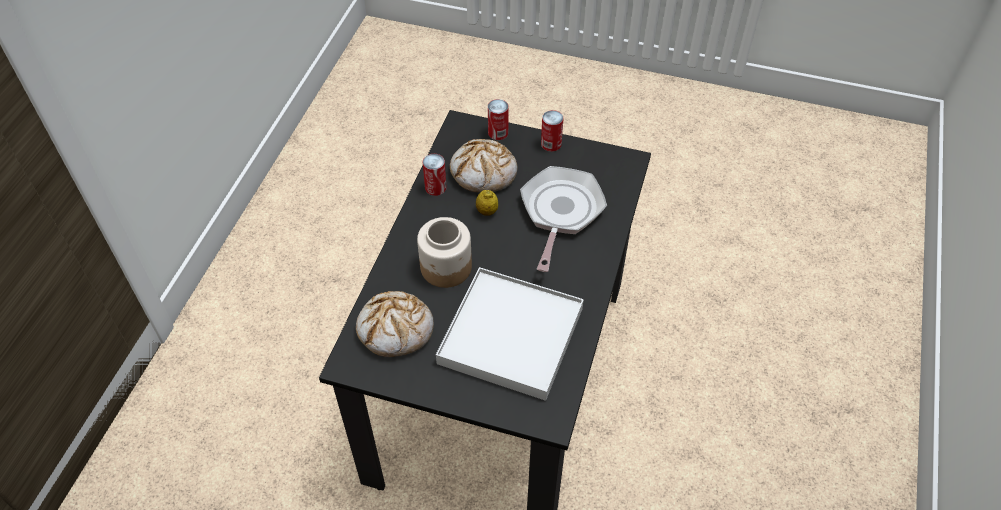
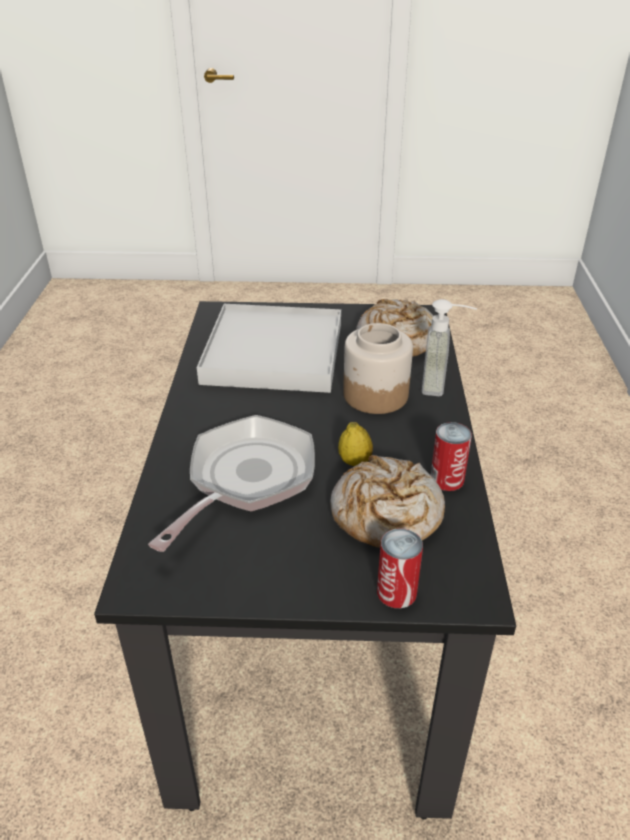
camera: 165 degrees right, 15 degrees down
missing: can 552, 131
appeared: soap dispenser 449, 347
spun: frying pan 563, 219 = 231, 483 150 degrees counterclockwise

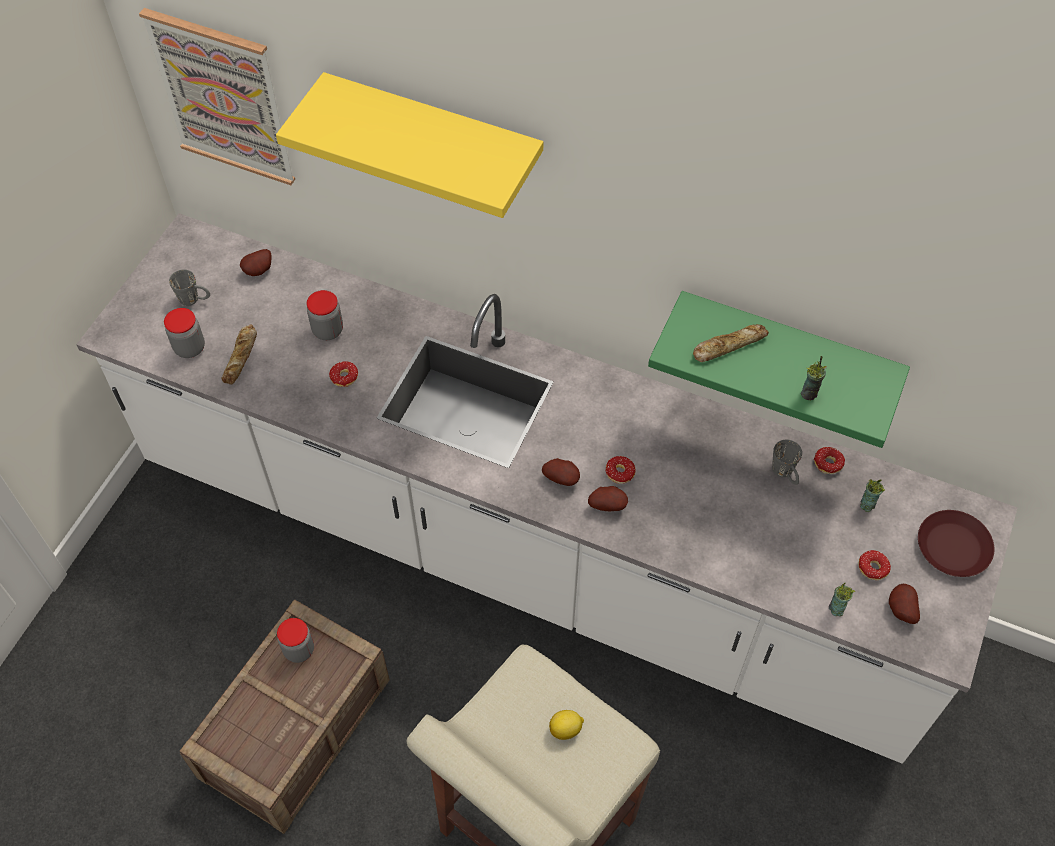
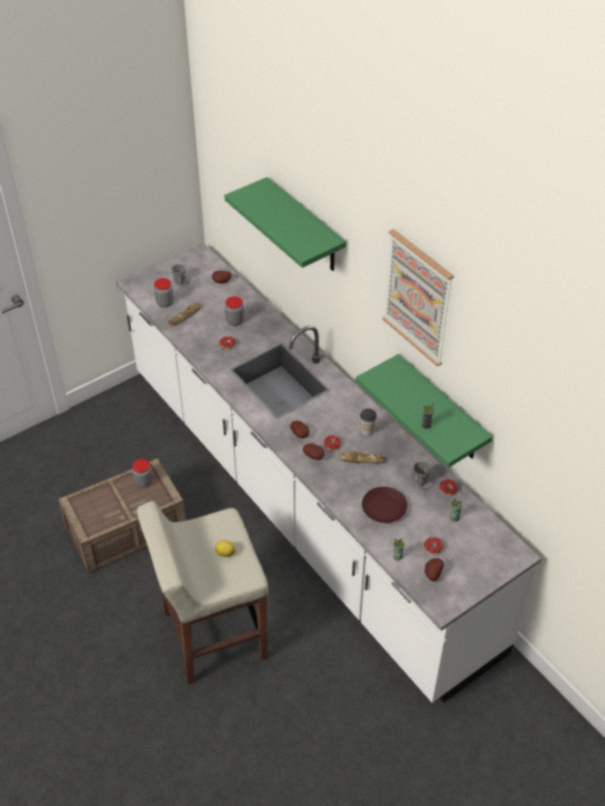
camera: 30 degrees right, 10 degrees down
appeared: cup 368, 422
relocated: picture 217, 96 to 418, 297; bread 731, 343 to 362, 457; plate (brown) 956, 543 to 384, 505
colour: shelf (yellow) 409, 145 to shelf (green) 285, 224

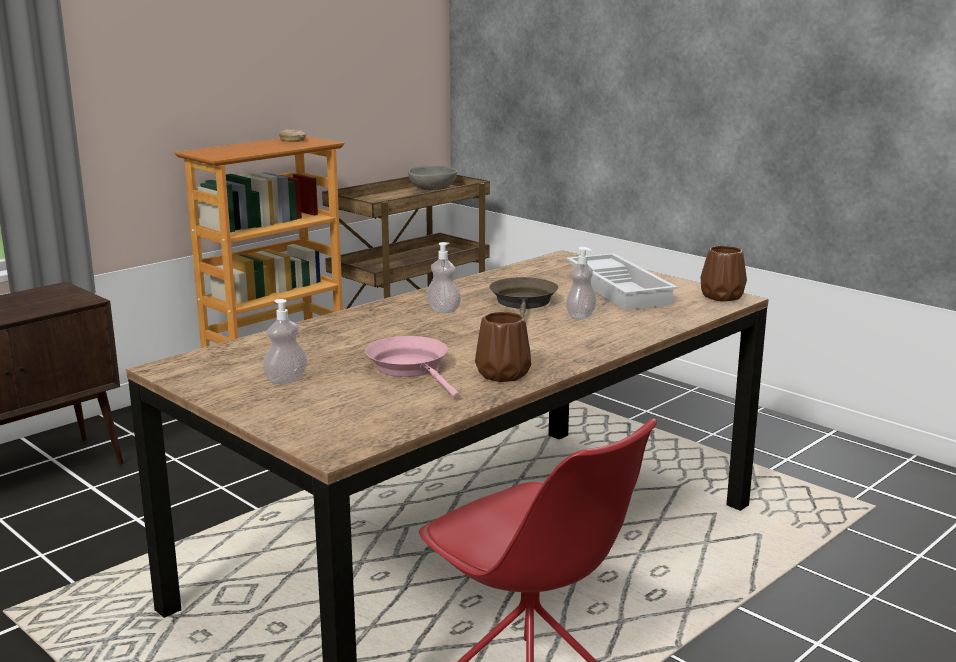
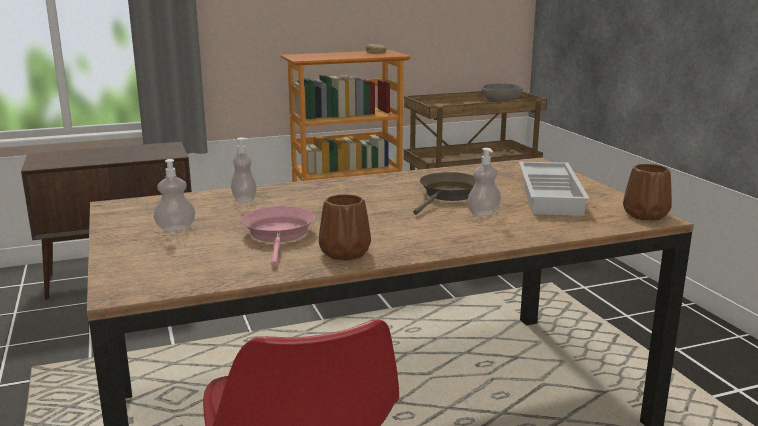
camera: 25 degrees right, 0 degrees up
relocated: soap dispenser 443, 277 to 244, 170

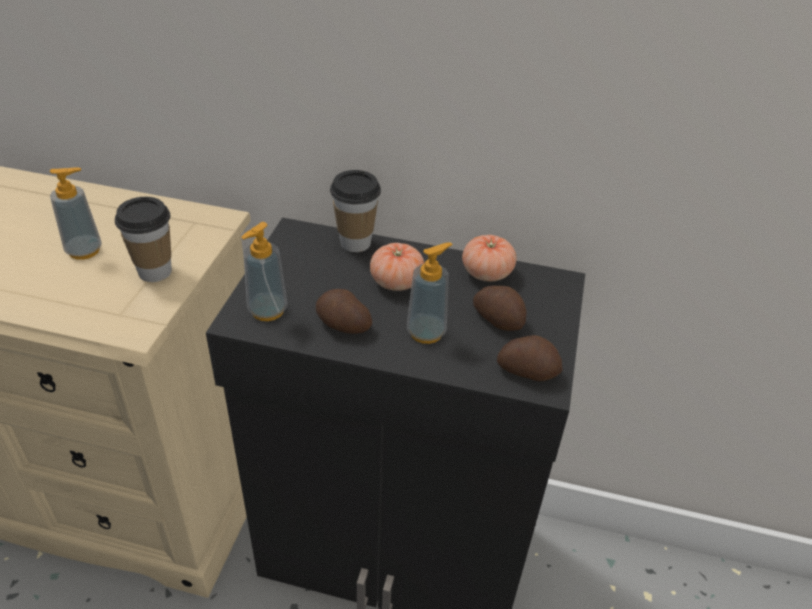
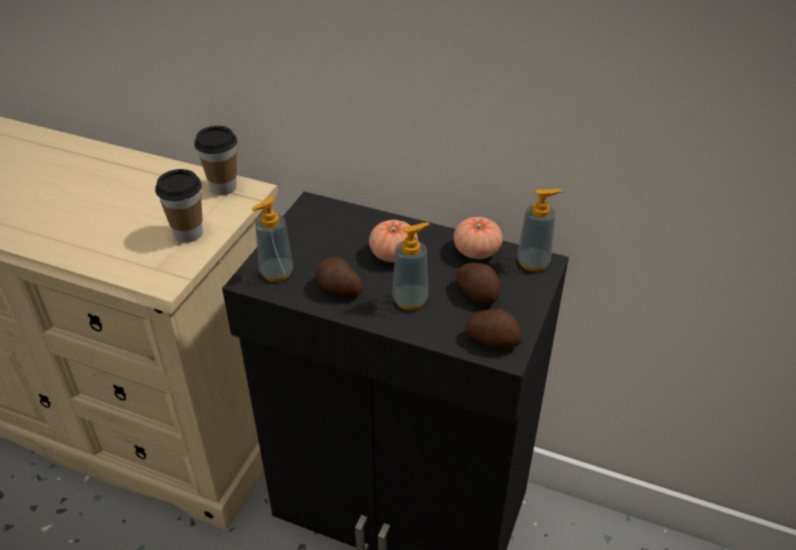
camera: 10 degrees right, 0 degrees up
relocated: soap dispenser 76, 213 to 539, 230; cup 355, 211 to 215, 160

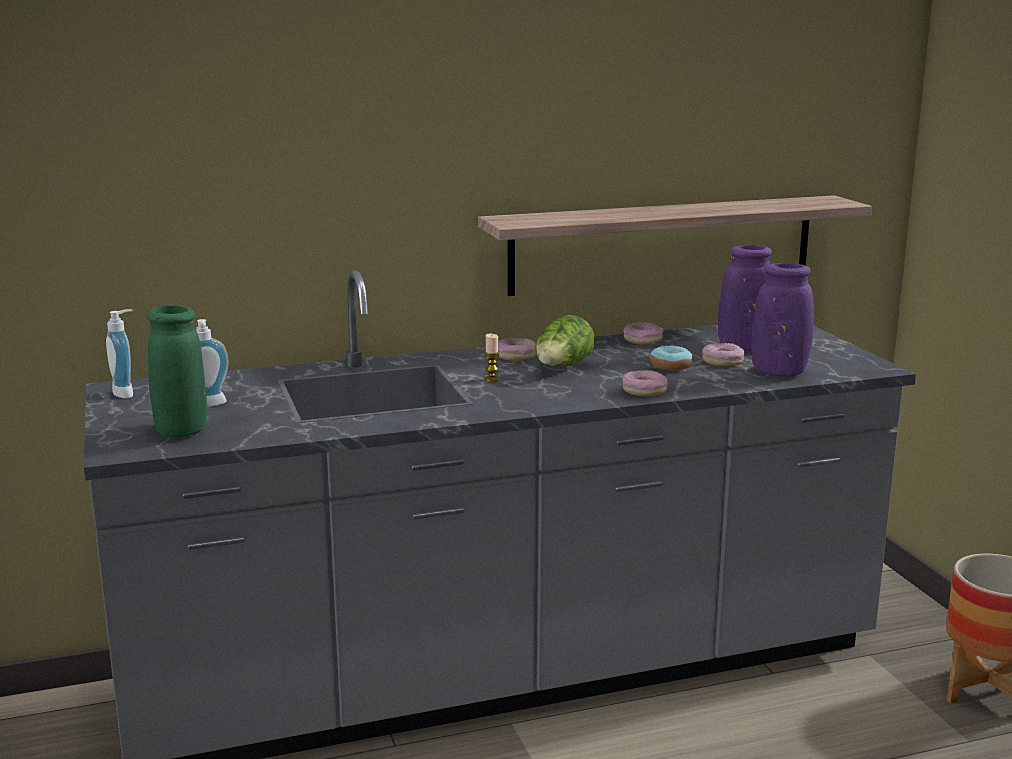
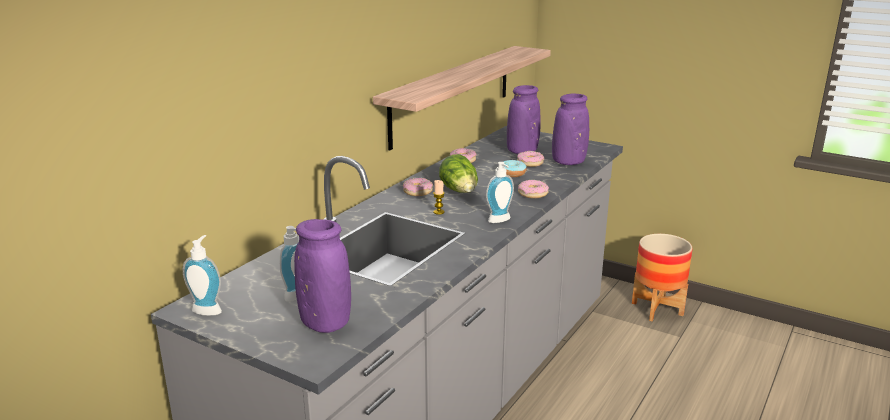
camera: 40 degrees left, 5 degrees up
appeared: soap dispenser 500, 192
colour: vase (green) 177, 371 to vase (purple) 322, 276

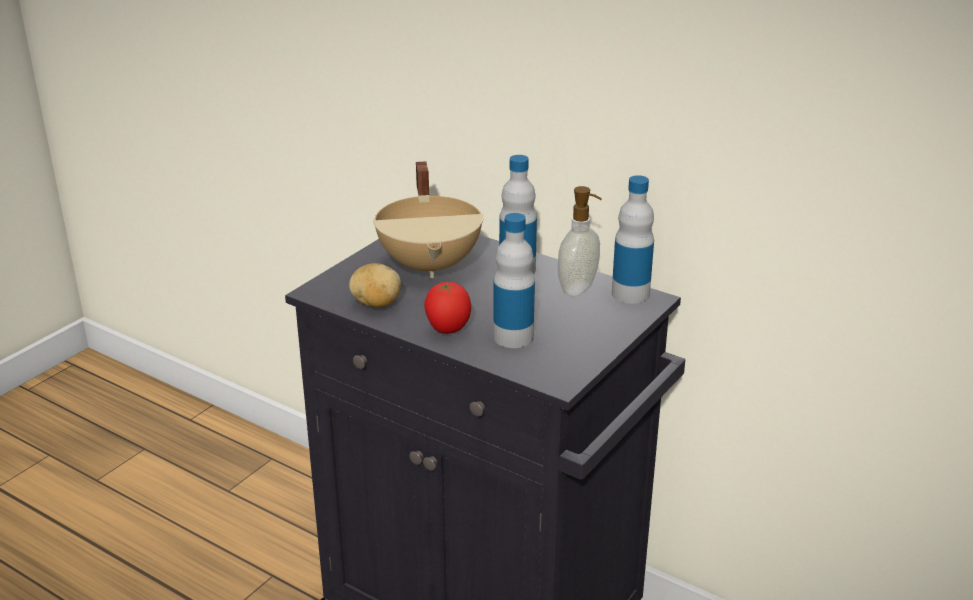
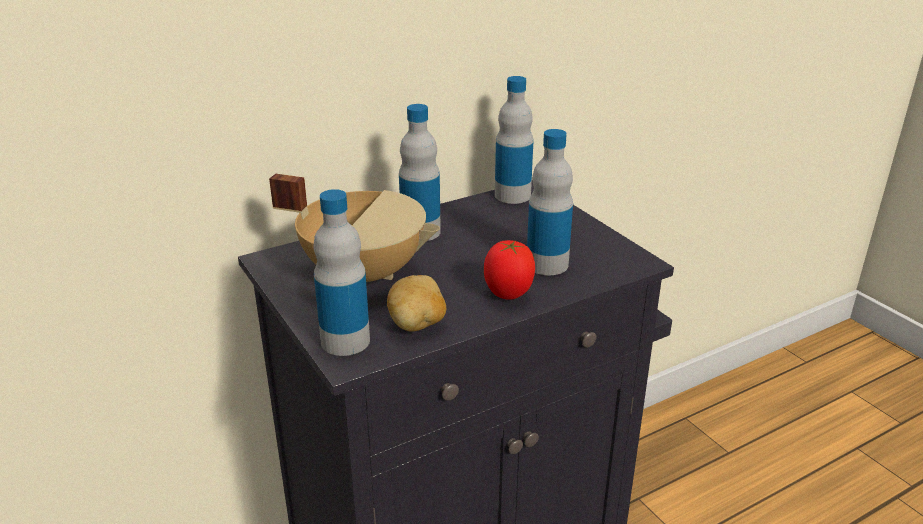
camera: 65 degrees left, 0 degrees up
missing: soap dispenser 580, 241
appeared: bottle 342, 272

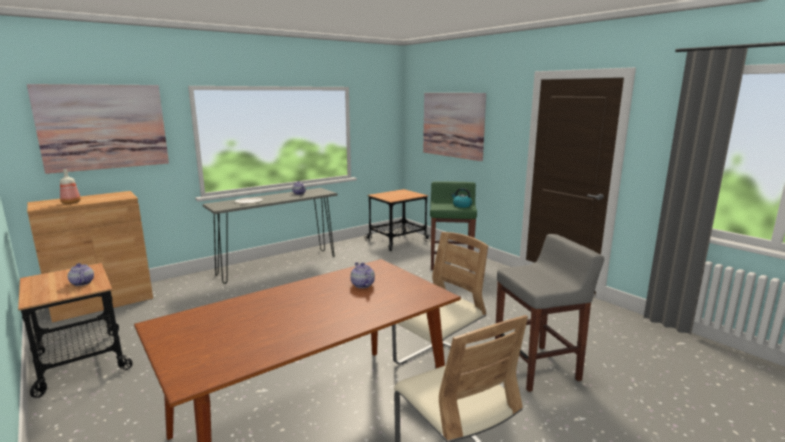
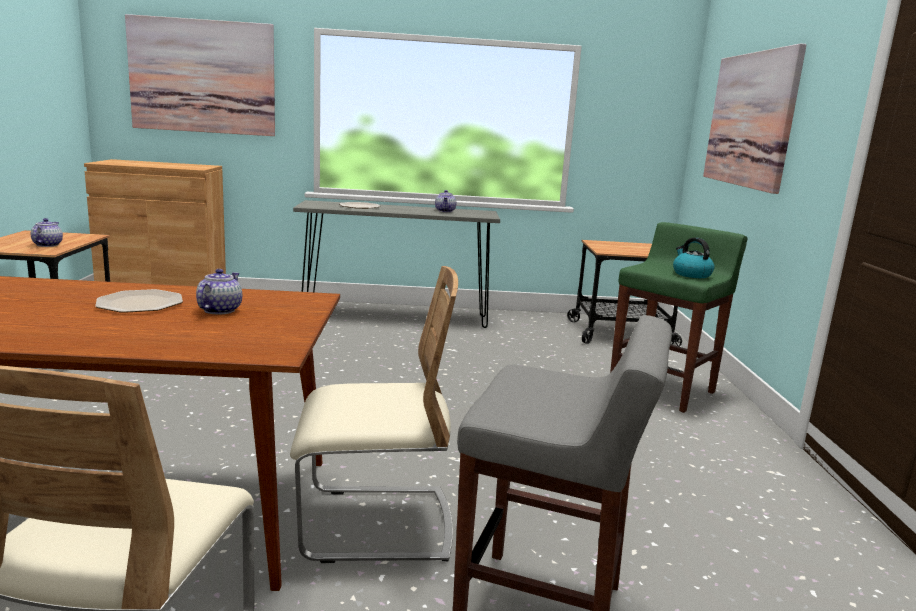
camera: 35 degrees right, 0 degrees up
missing: bottle 70, 186
appeared: plate 139, 301

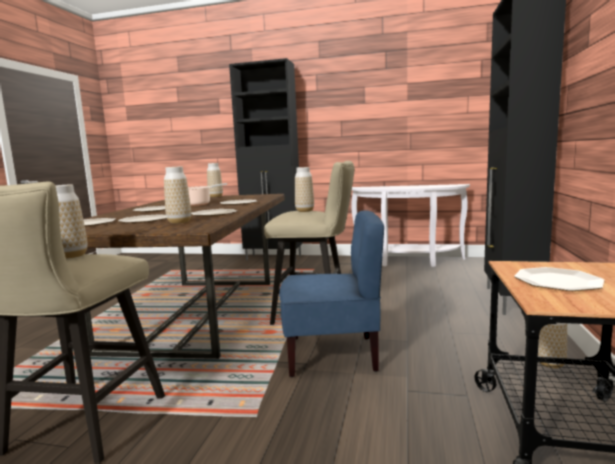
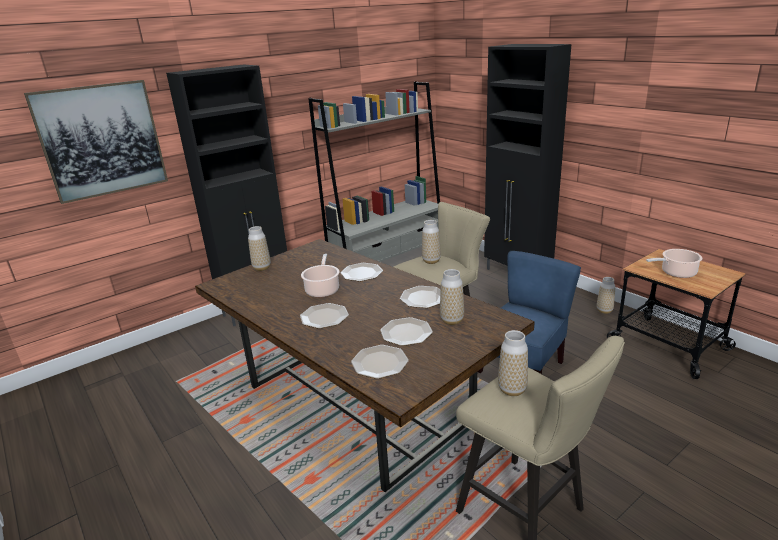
camera: 50 degrees left, 15 degrees up
appeared: picture 96, 142
exchanged: console table (white) 410, 225 to bookcase (grey) 374, 171; plate 559, 279 to cooking pot 674, 263

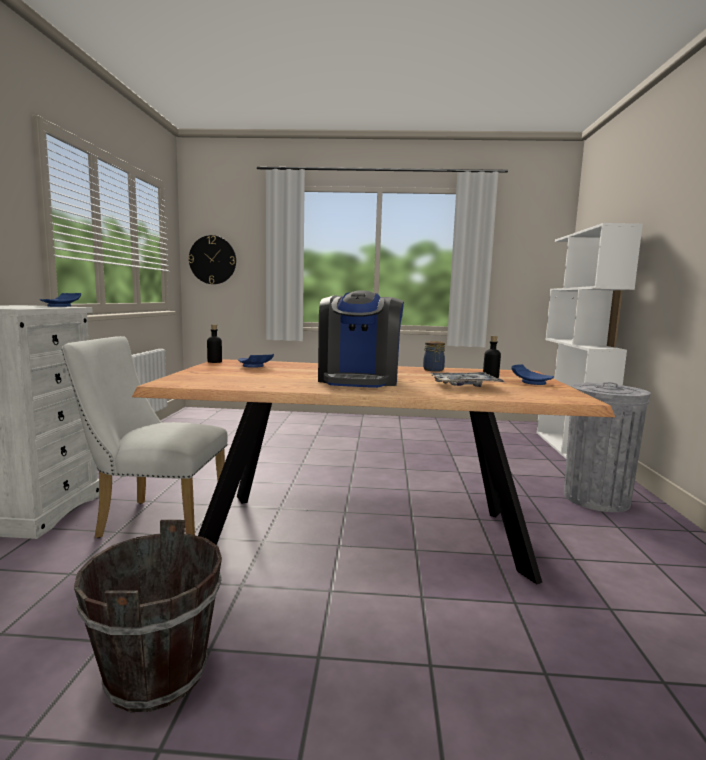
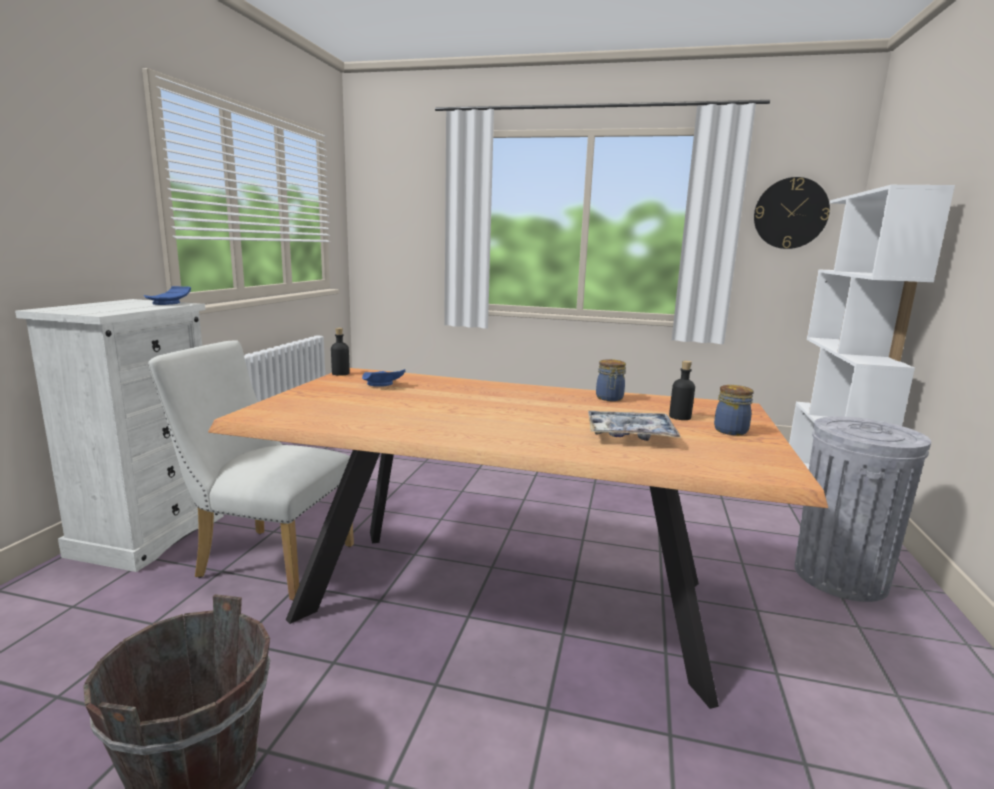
camera: 10 degrees right, 5 degrees up
missing: coffee machine 361, 339
relocated: wall clock 212, 259 to 792, 213
exchanged: plate (blue) 532, 374 to jar 734, 410

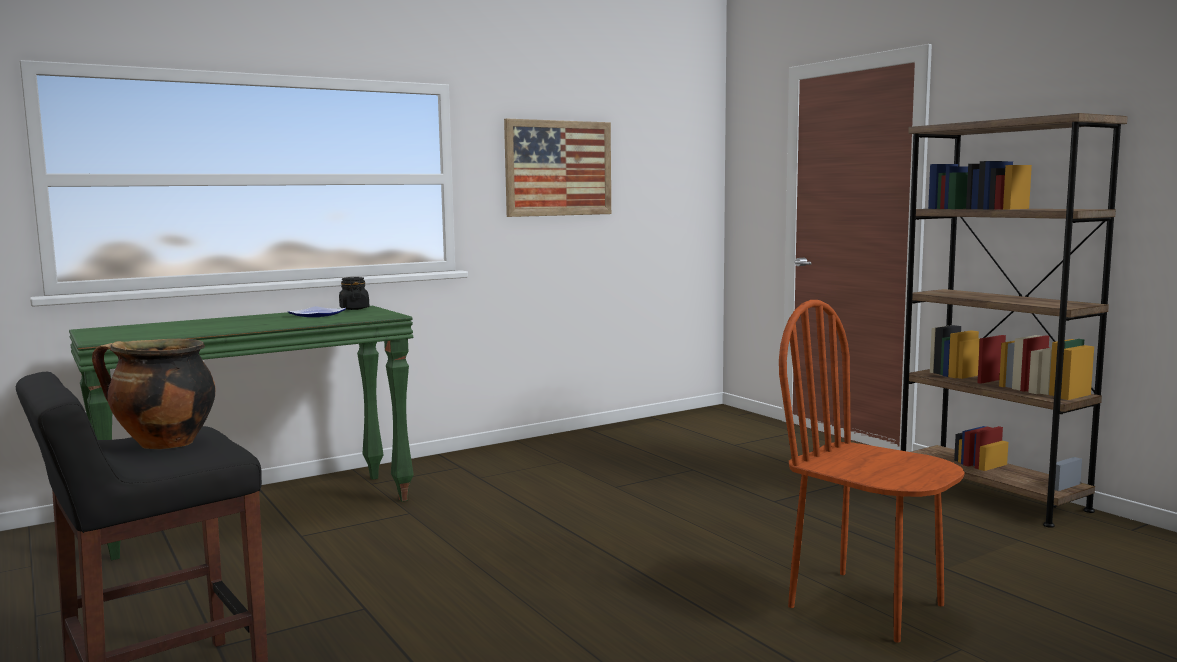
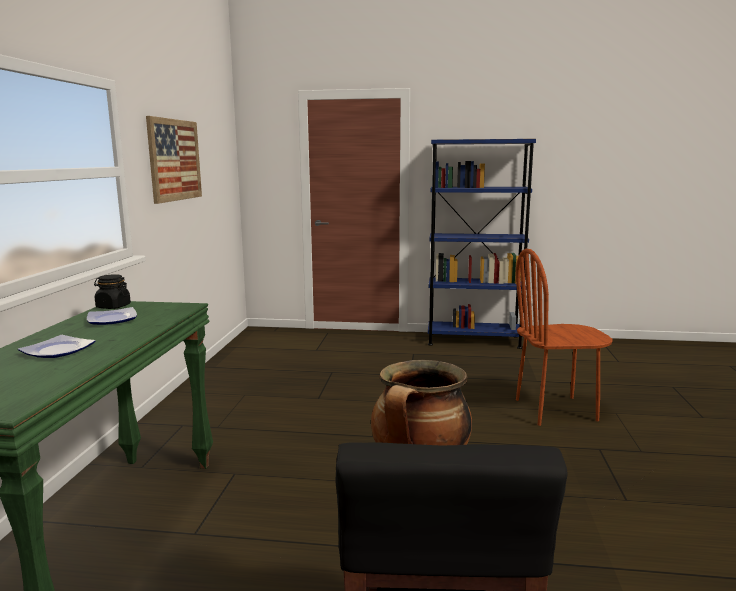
camera: 50 degrees left, 5 degrees up
appeared: plate 57, 346
colour: bookcase (brown) 1014, 320 to bookcase (blue) 482, 244

